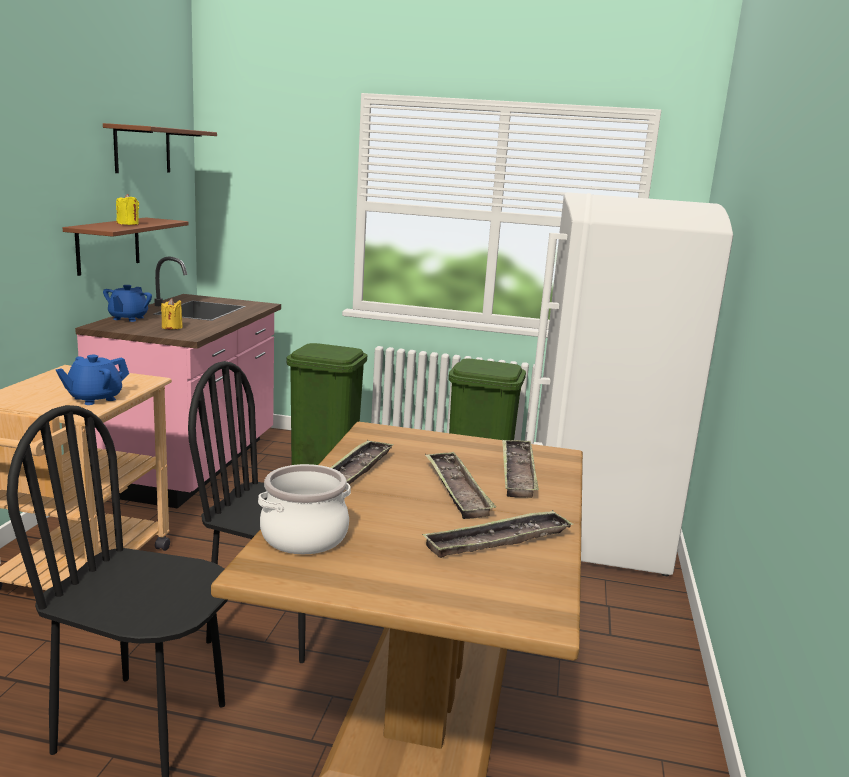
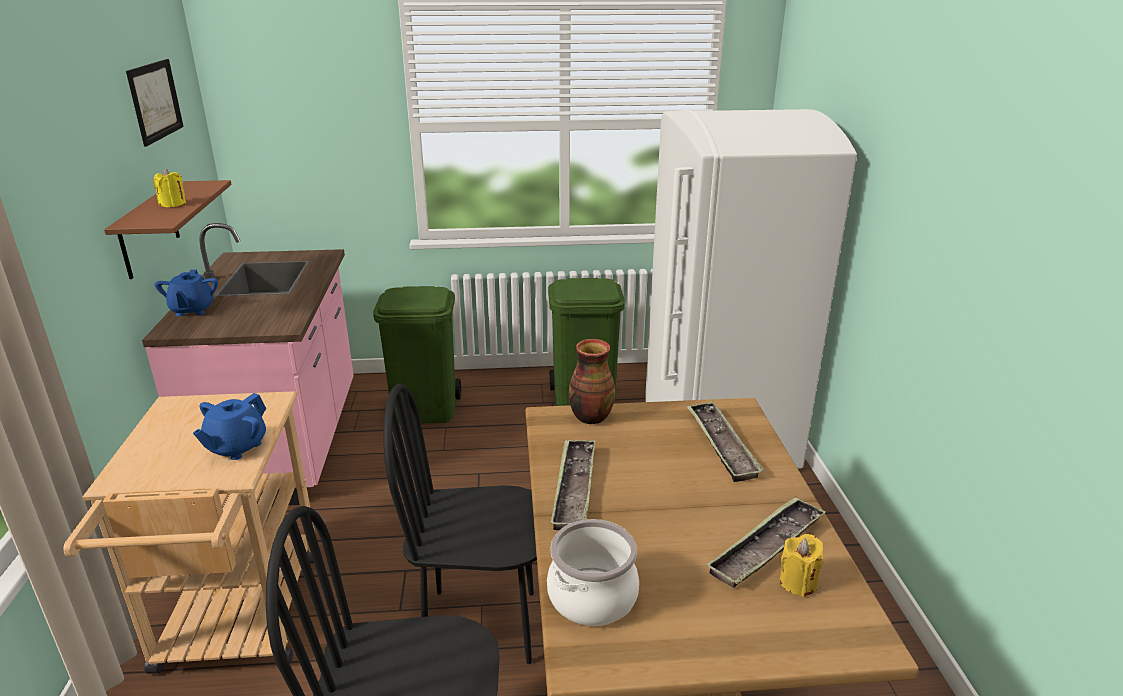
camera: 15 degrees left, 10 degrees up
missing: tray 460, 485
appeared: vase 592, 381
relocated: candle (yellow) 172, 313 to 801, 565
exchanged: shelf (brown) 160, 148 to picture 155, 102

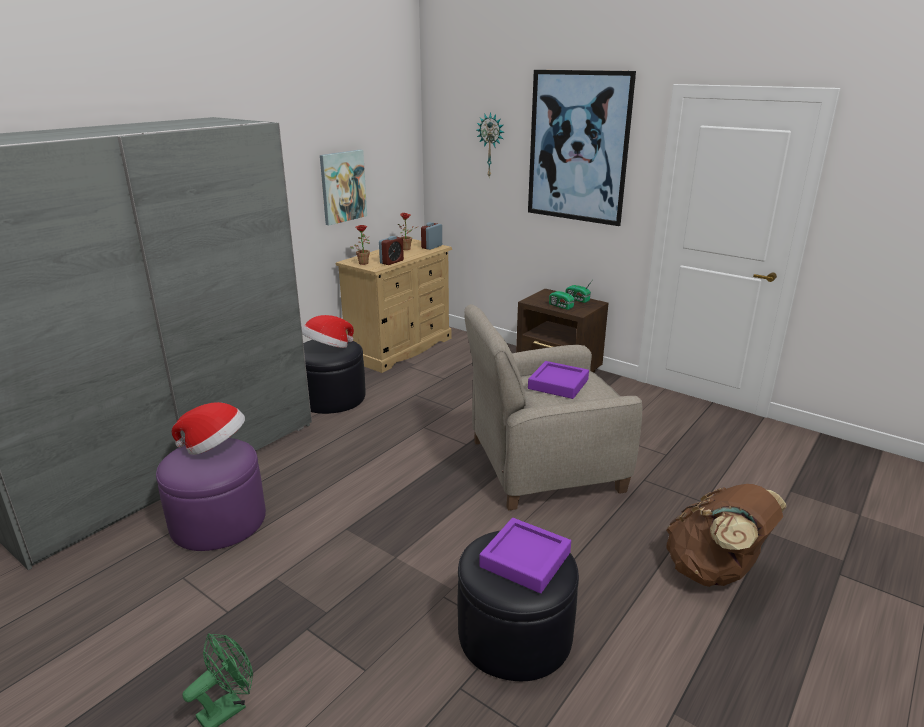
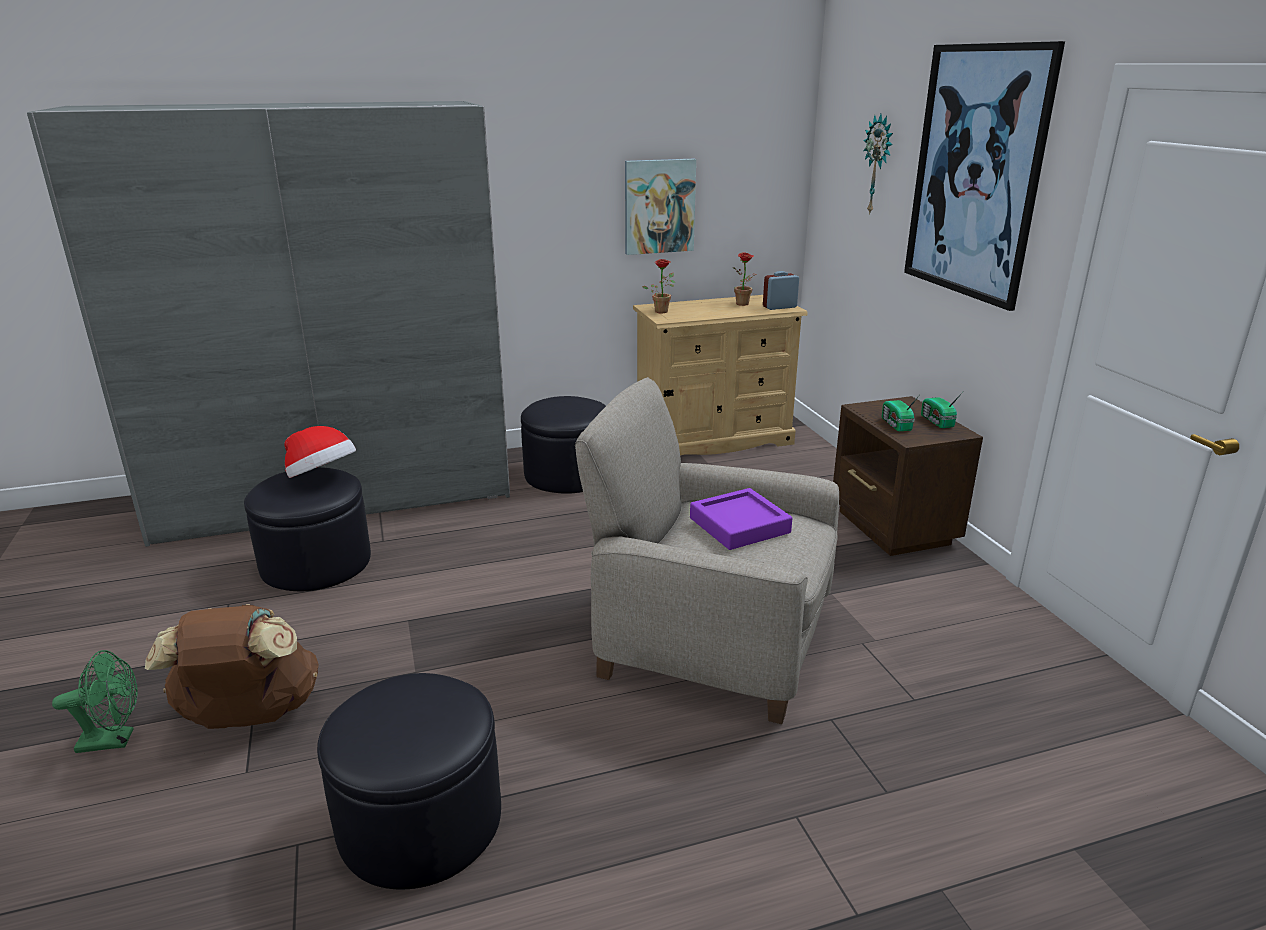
camera: 35 degrees right, 0 degrees up
missing: hat 328, 331; alarm clock 391, 250; tray (purple) 525, 555
relocated: backpack (brown) 726, 535 to 232, 666
colour: ottoman (purple) 211, 494 to ottoman (black) 307, 529

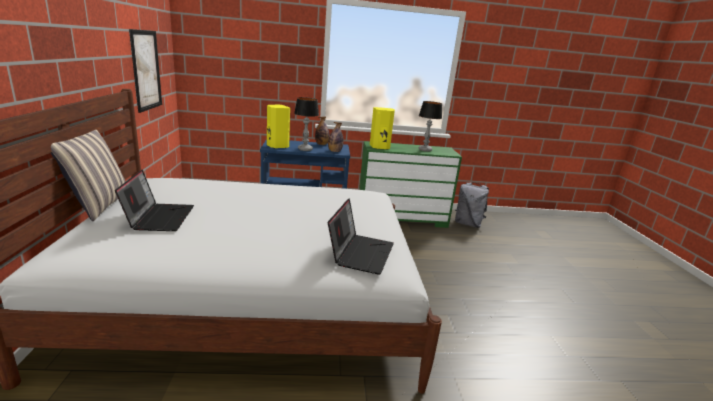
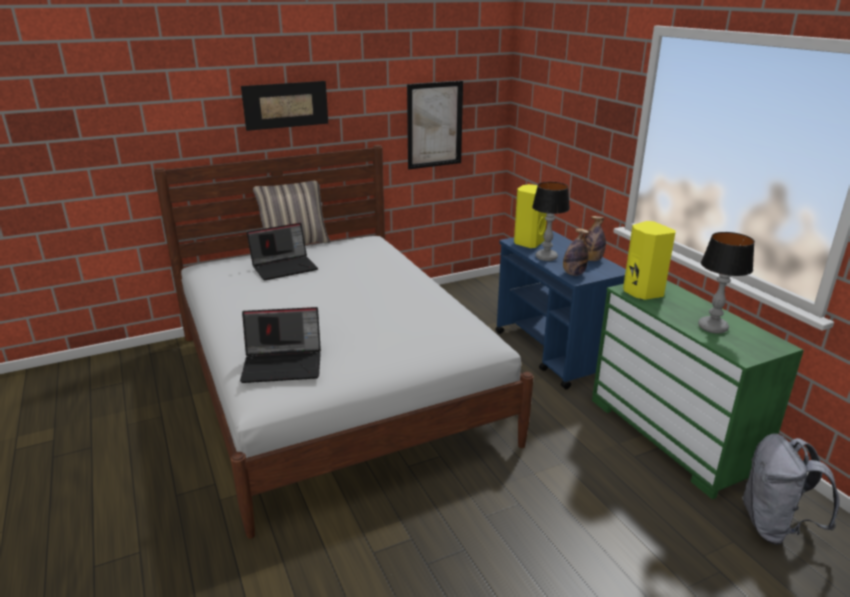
camera: 70 degrees right, 5 degrees up
appeared: picture 284, 106

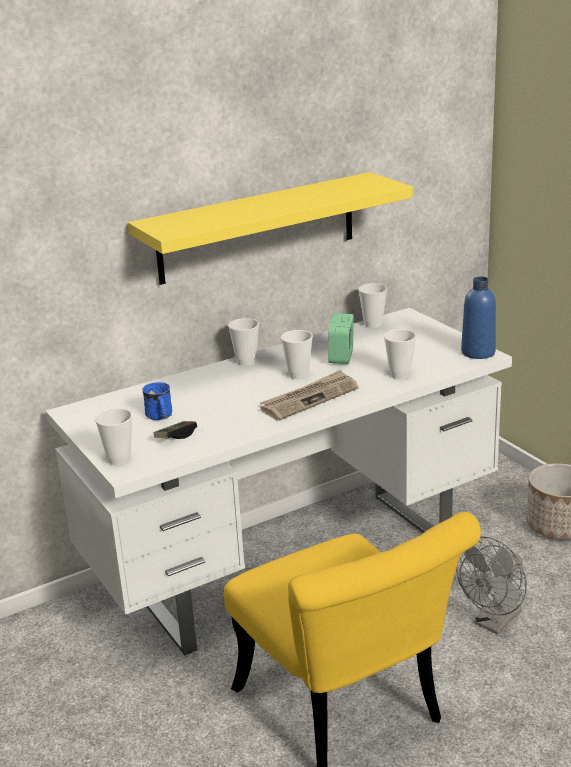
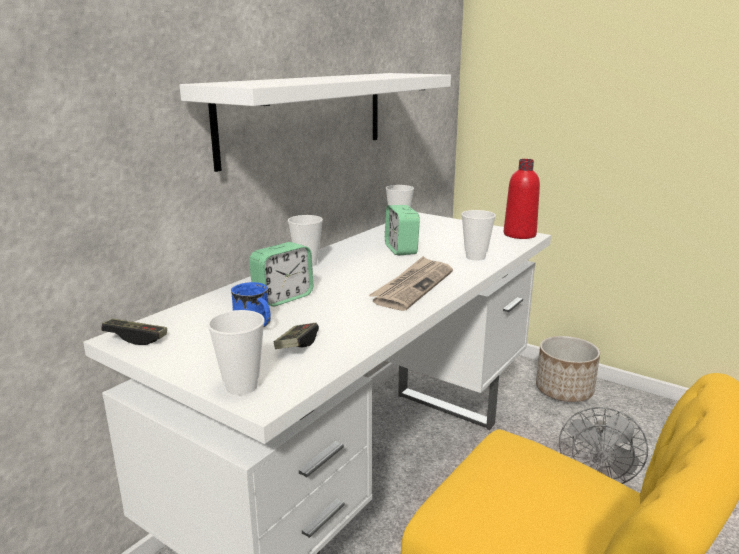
camera: 25 degrees left, 5 degrees down
missing: cup 297, 354
appeared: game controller 134, 332; alarm clock 281, 274
colour: shelf (yellow) 270, 228 to shelf (white) 315, 122; bottle (blue) 478, 317 to bottle (red) 522, 199

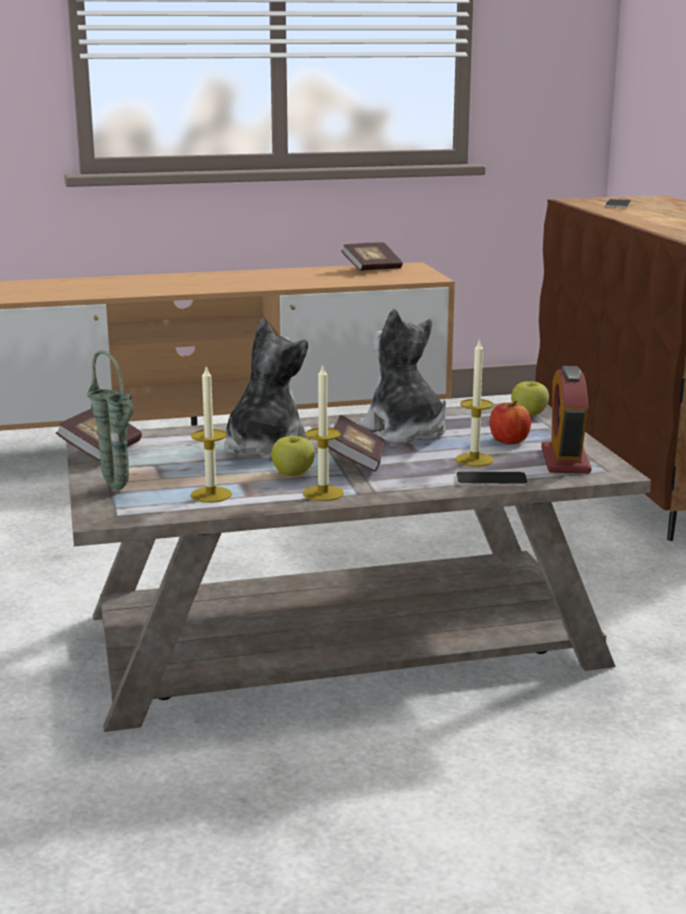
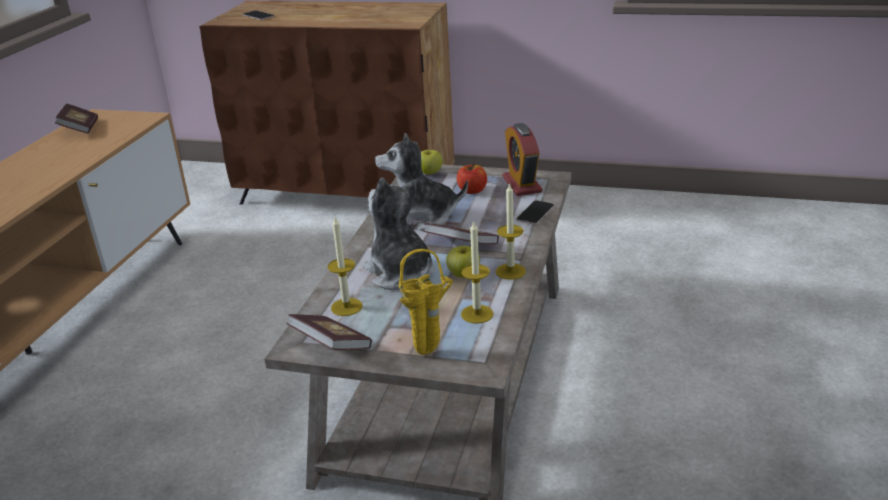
camera: 60 degrees left, 10 degrees up
relocated: candle 474, 404 to 345, 266
colour: vase (green) 110, 420 to vase (yellow) 425, 302
spun: alarm clock 566, 419 = 522, 159 45 degrees clockwise

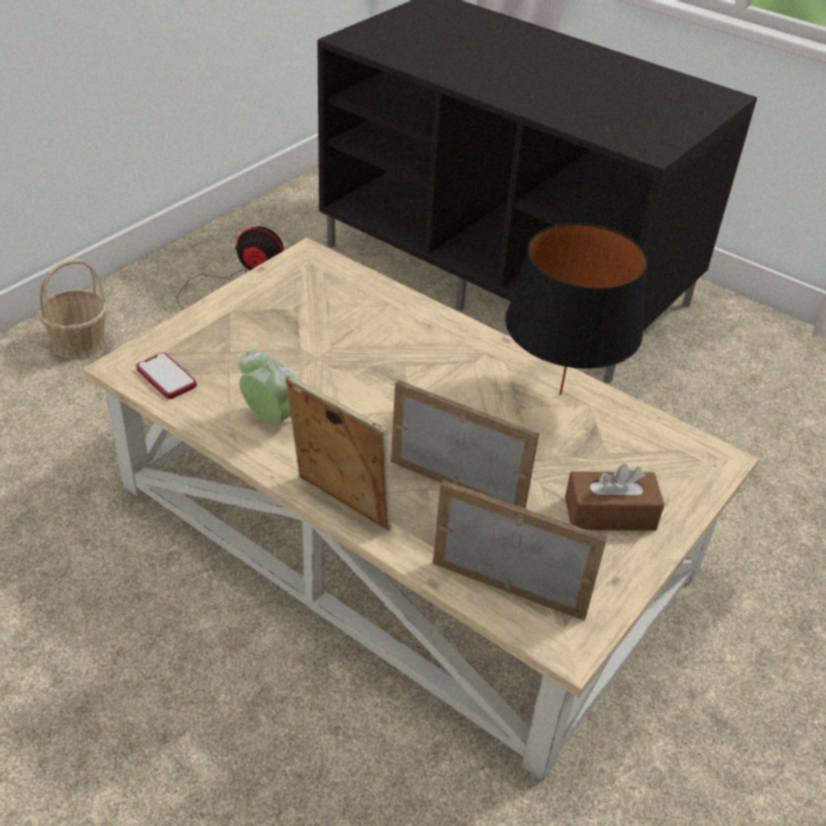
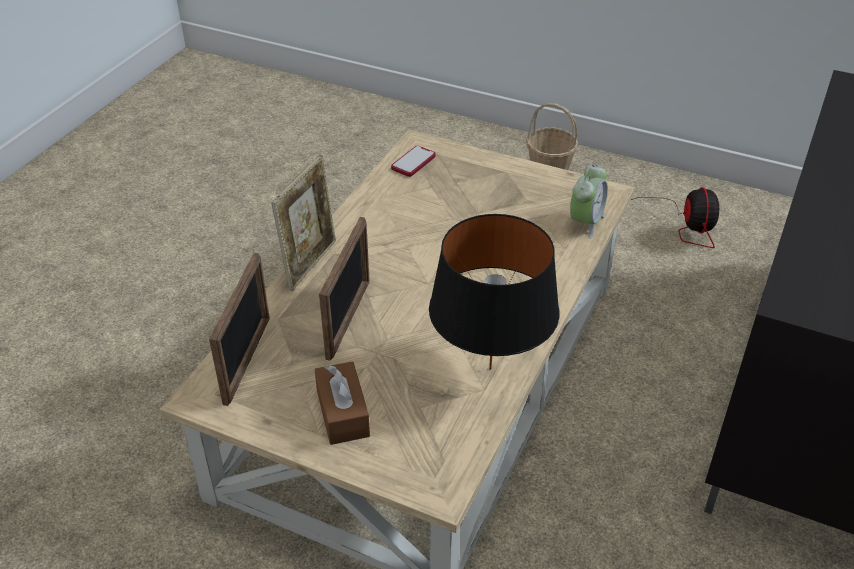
camera: 80 degrees right, 0 degrees up
relocated: alarm clock 269, 387 to 589, 201

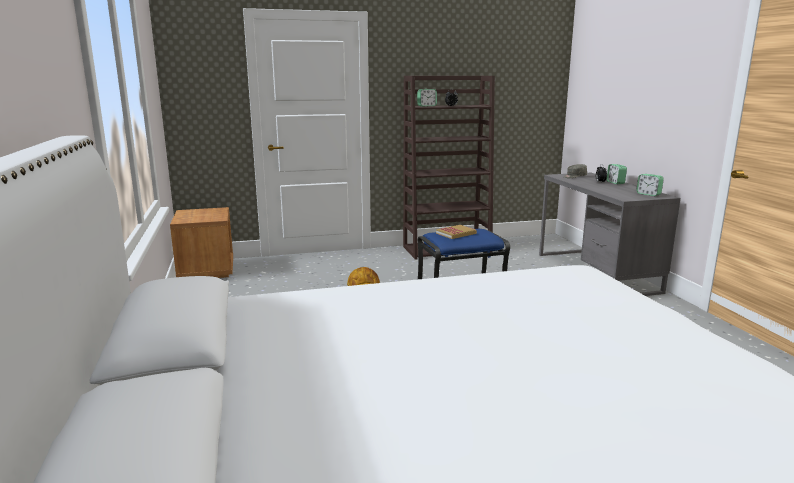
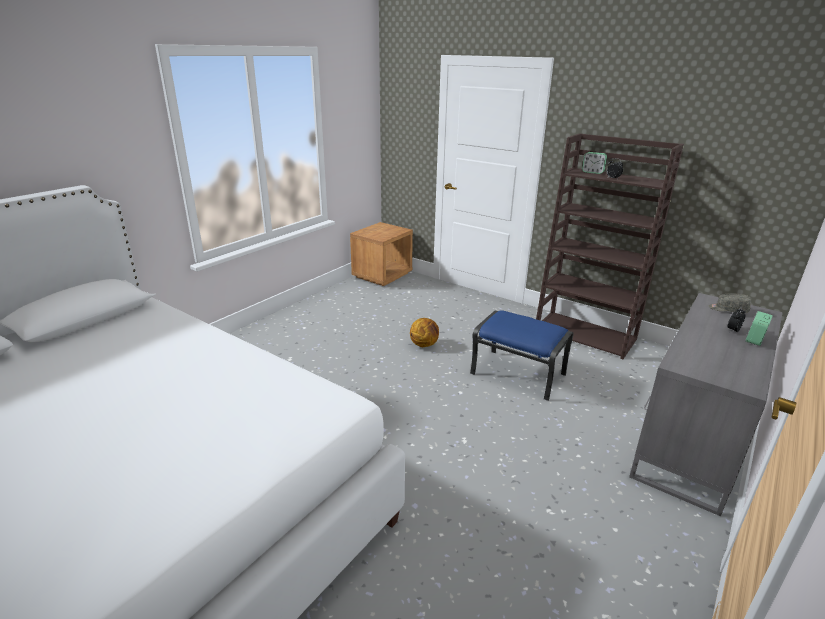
camera: 50 degrees right, 10 degrees up
missing: book 456, 232; alarm clock 650, 185

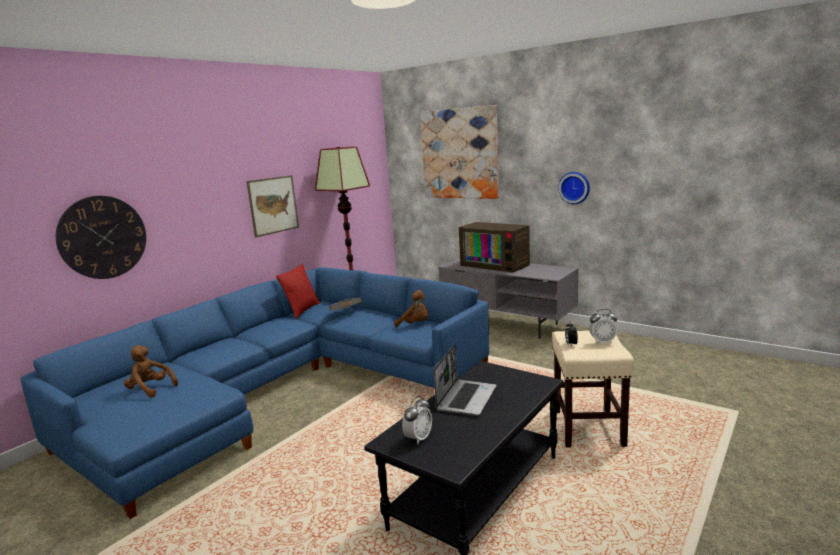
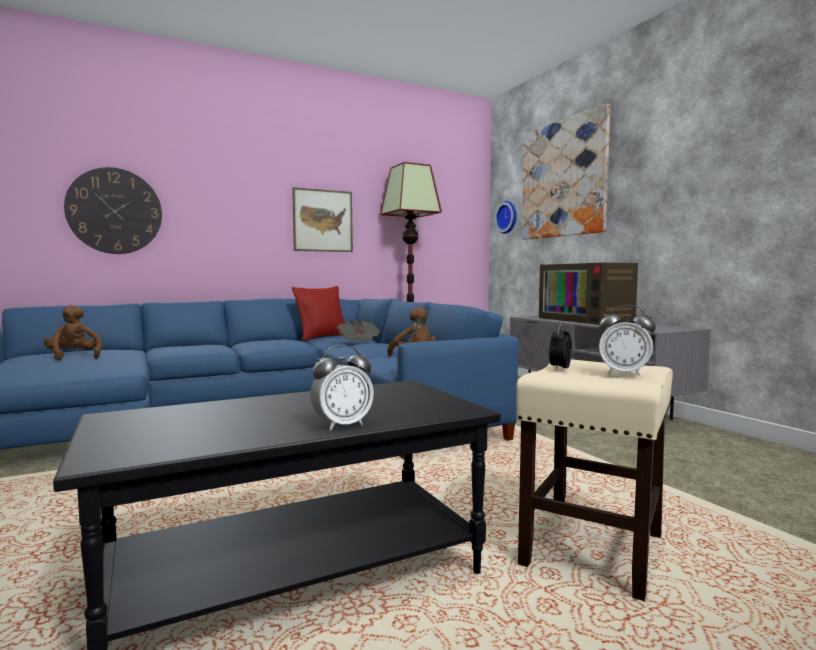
camera: 25 degrees right, 10 degrees down
missing: laptop 465, 380
relocated: alarm clock 417, 420 to 342, 387; wall clock 574, 188 to 506, 217

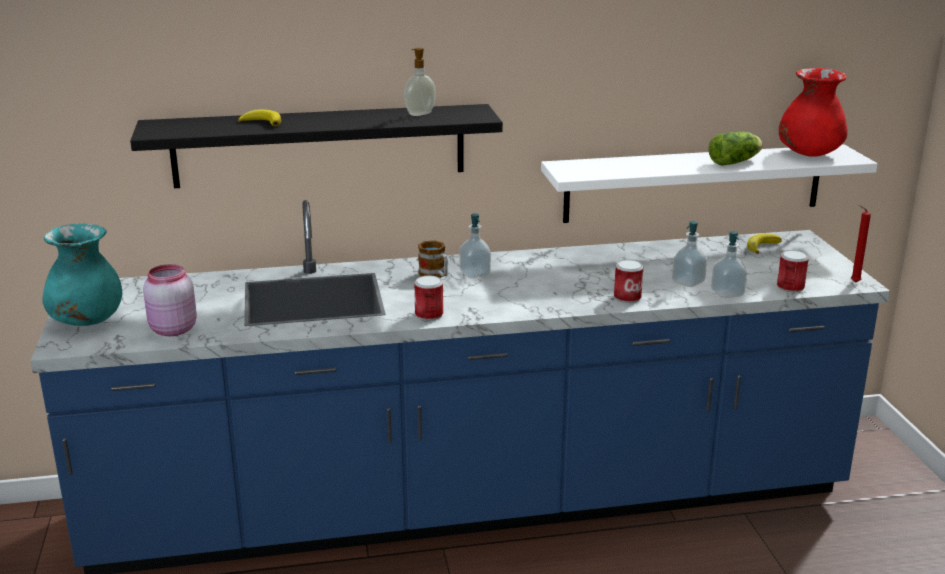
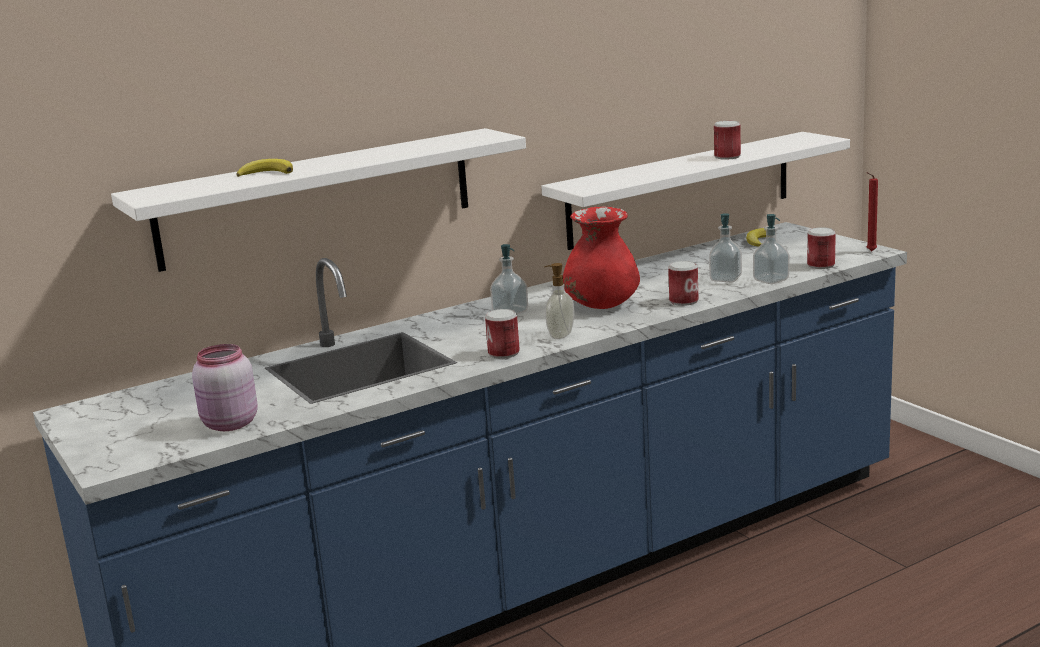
camera: 20 degrees left, 5 degrees down
missing: vase (turquoise) 82, 275; mug 433, 259
relocated: soap dispenser 420, 82 to 559, 301; vase (red) 813, 112 to 601, 257
exchanged: lettuce 735, 149 to can 727, 140
colour: shelf (black) 316, 146 to shelf (white) 318, 200

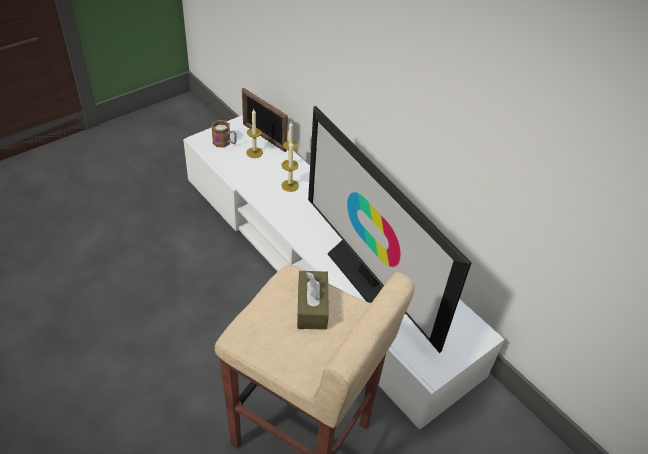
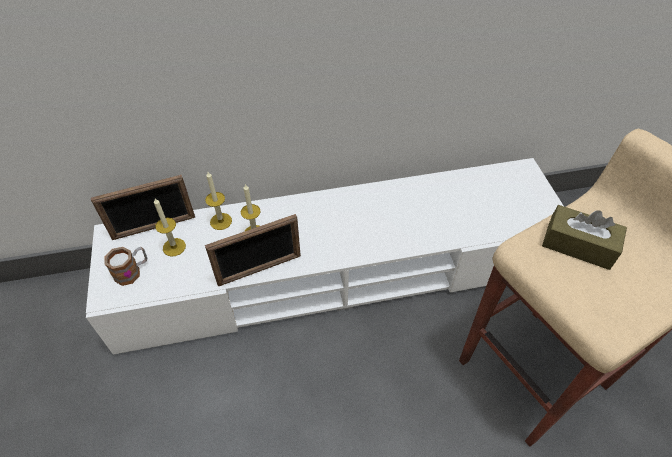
camera: 60 degrees left, 5 degrees up
missing: television 390, 229
appeared: picture frame 253, 250

